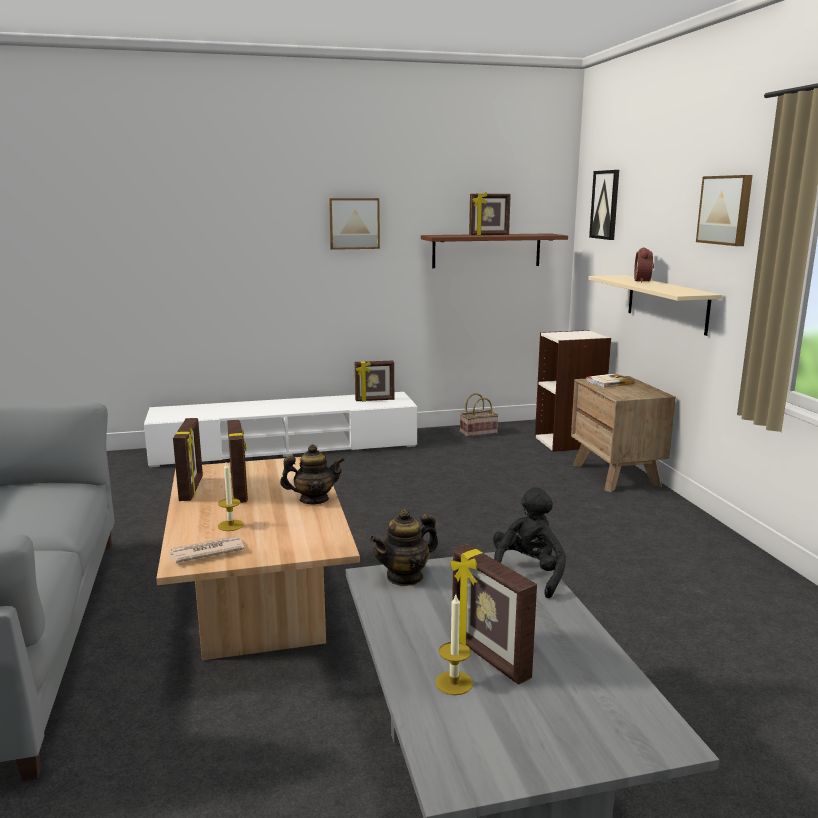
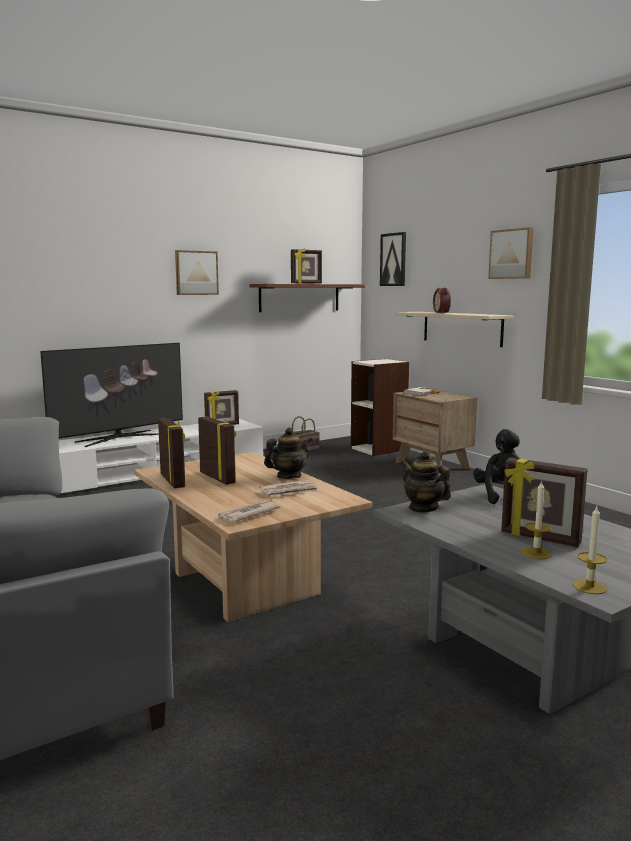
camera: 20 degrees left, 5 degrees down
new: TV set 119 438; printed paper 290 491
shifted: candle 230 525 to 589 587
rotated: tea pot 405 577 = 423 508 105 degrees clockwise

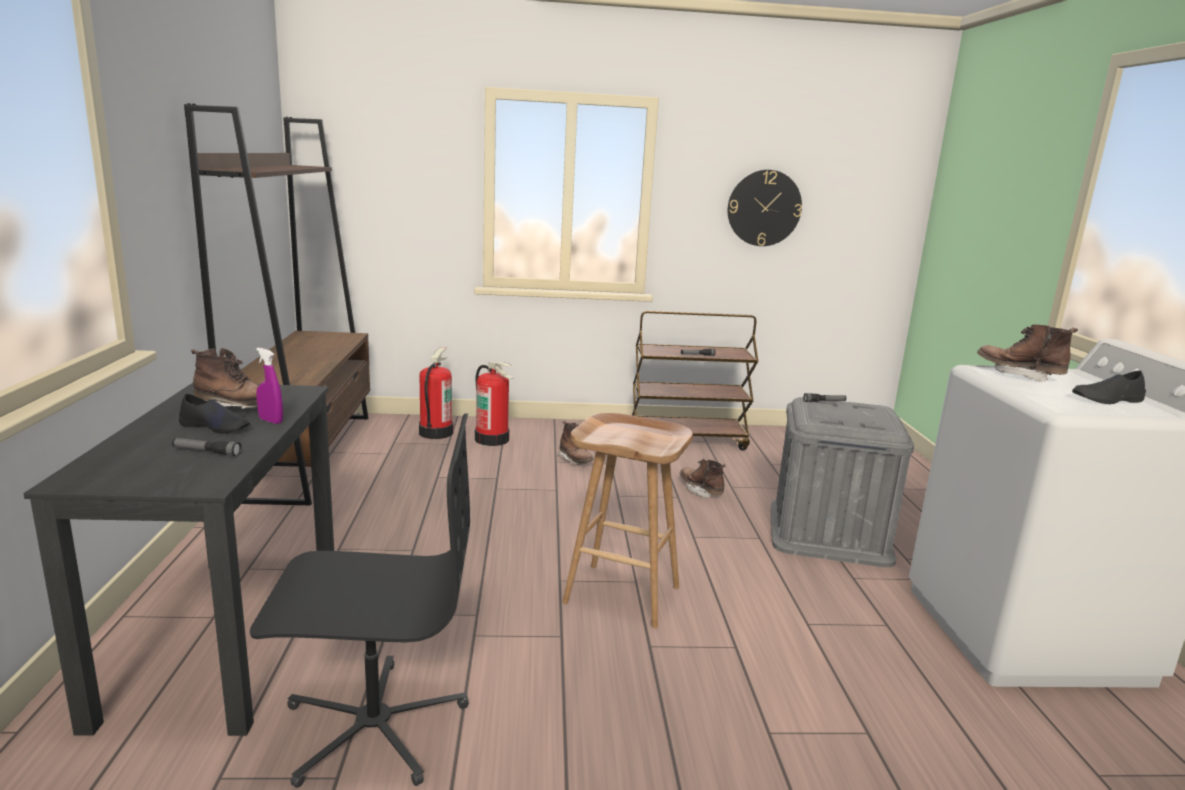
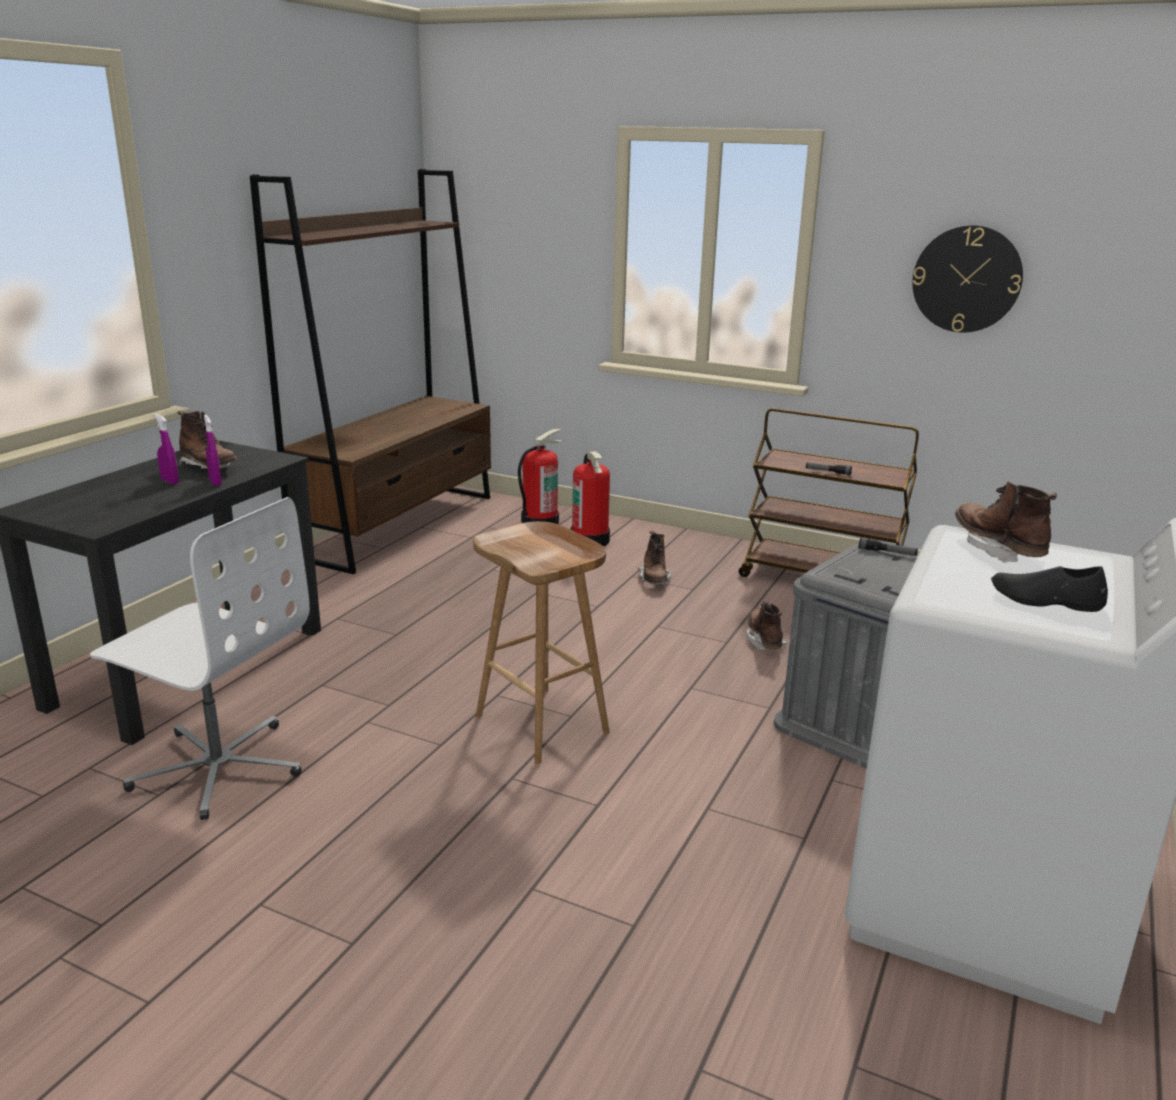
camera: 30 degrees right, 5 degrees up
gone: torch 206 452
swapped: shoe (black-coloured) 215 427 to hand sprayer (purplish) 170 481
repainted: office chair (black-coloured) 373 725 to office chair (white-coloured) 218 767

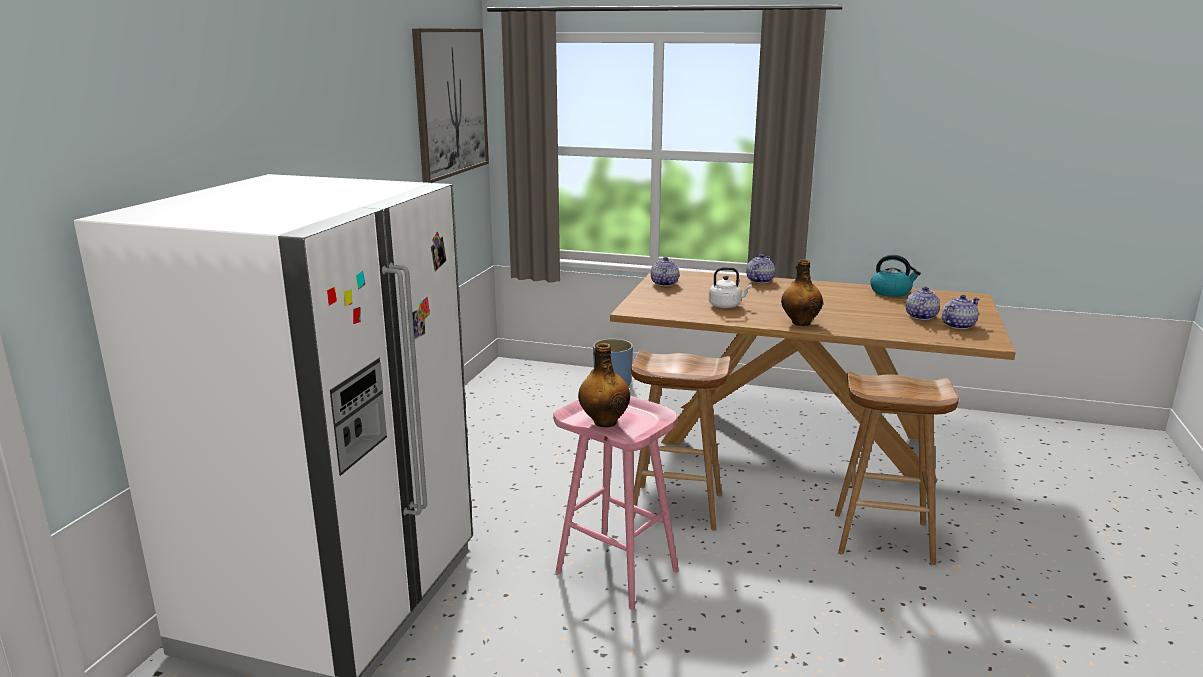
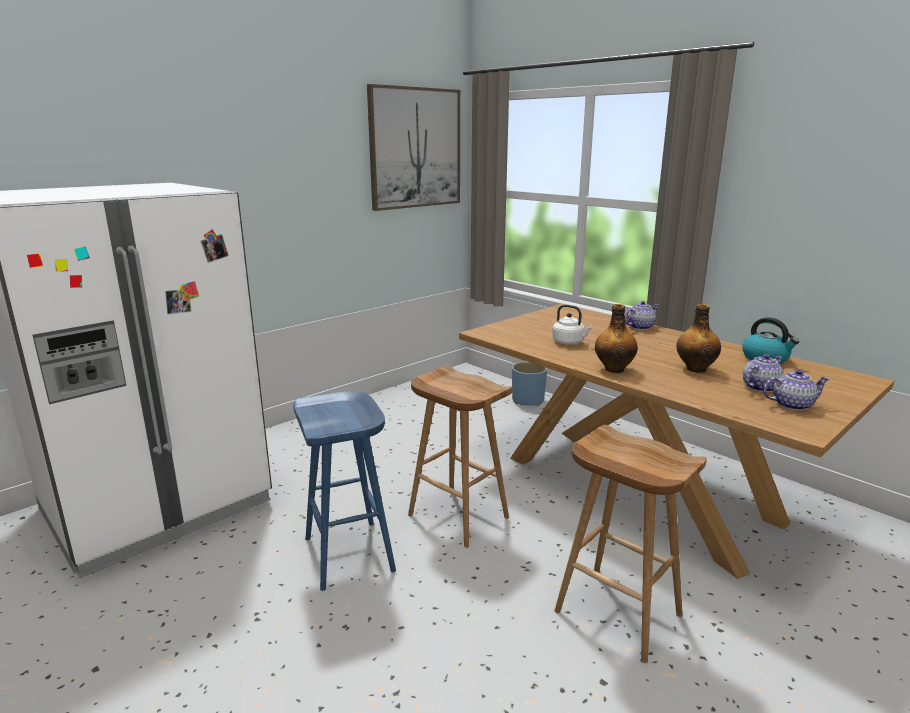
camera: 30 degrees right, 0 degrees up
gone: tea pot 664 283
shifted: bottle 604 422 to 695 369
repainted: stool (pink-coloured) 619 572 to stool (bluish) 350 554

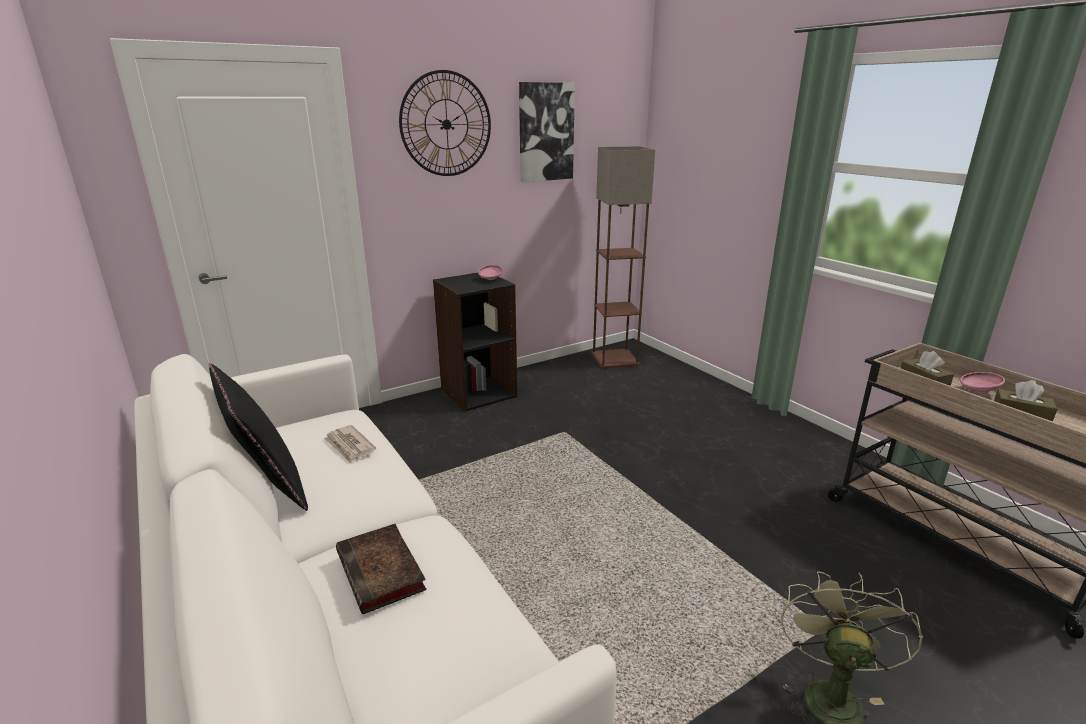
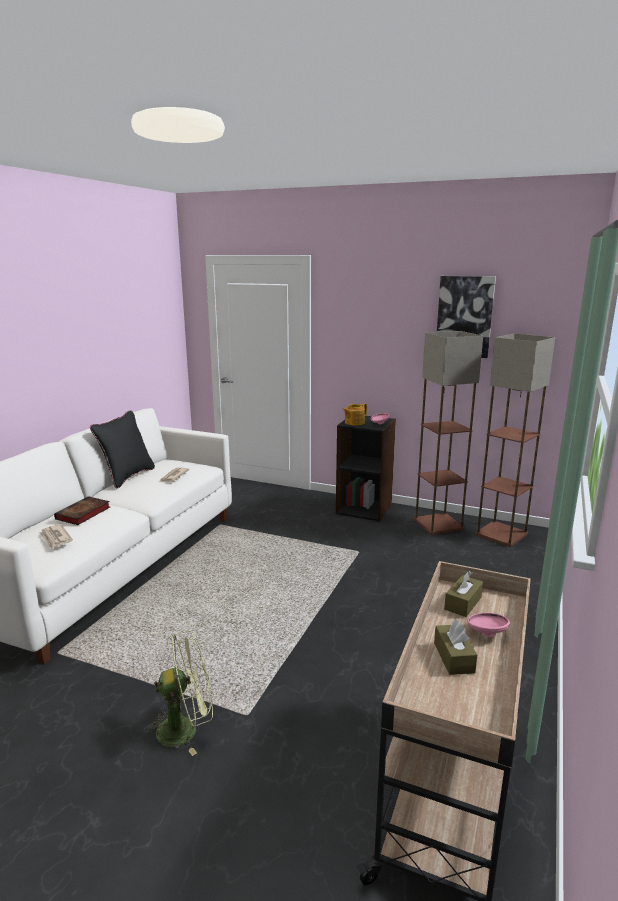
camera: 55 degrees right, 5 degrees down
gone: wall clock 446 124
new: printed paper 55 538; tea pot 354 422; standing lamp 438 525

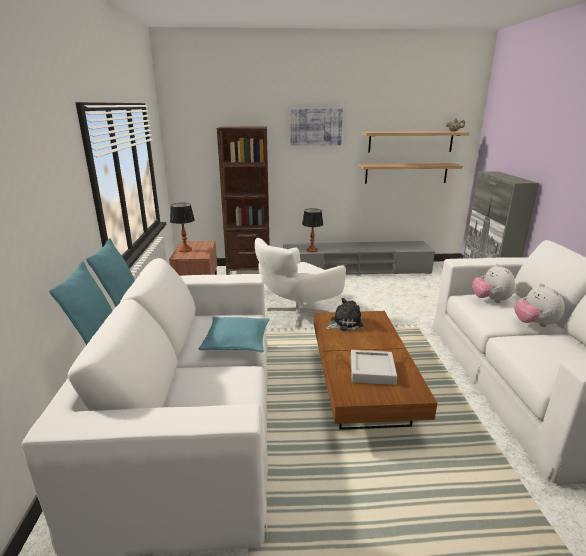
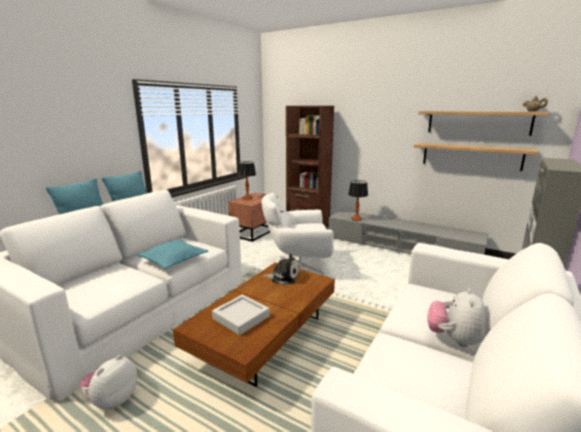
camera: 35 degrees right, 5 degrees down
gone: wall picture 316 127
shifted: plush toy 490 300 to 112 399

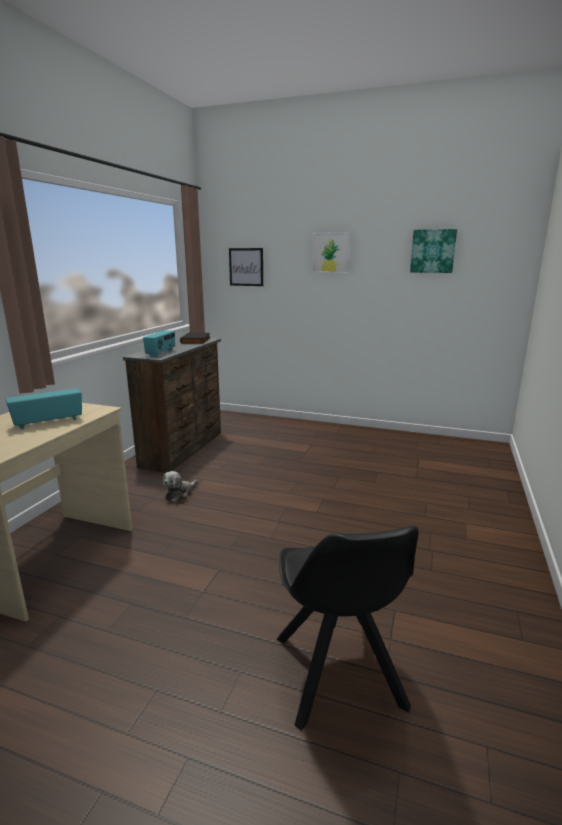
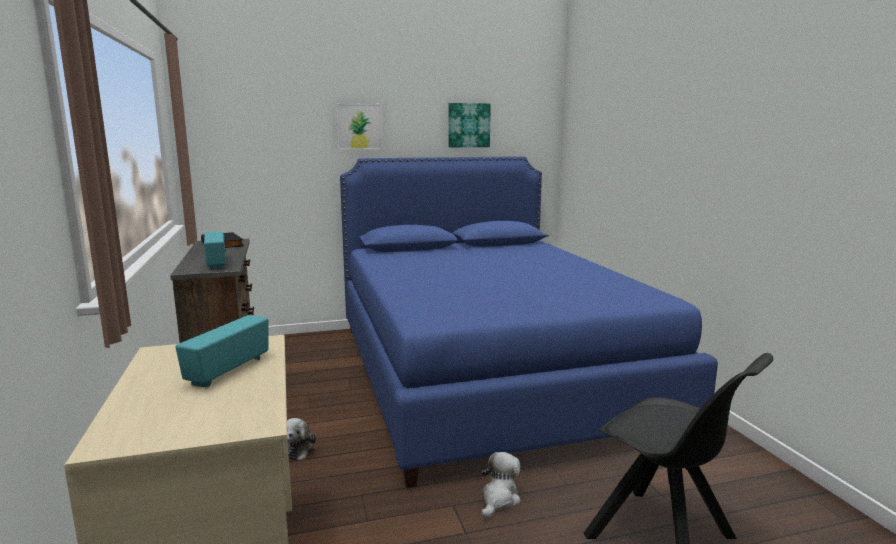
camera: 35 degrees left, 5 degrees down
gone: wall picture 246 267
new: bed (bluish) 488 373; plush toy 498 499

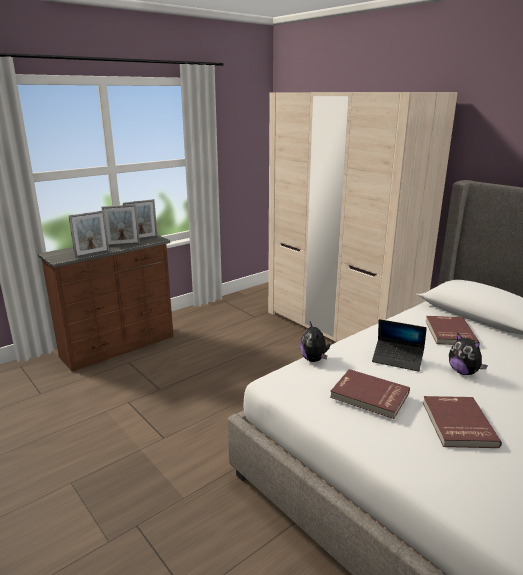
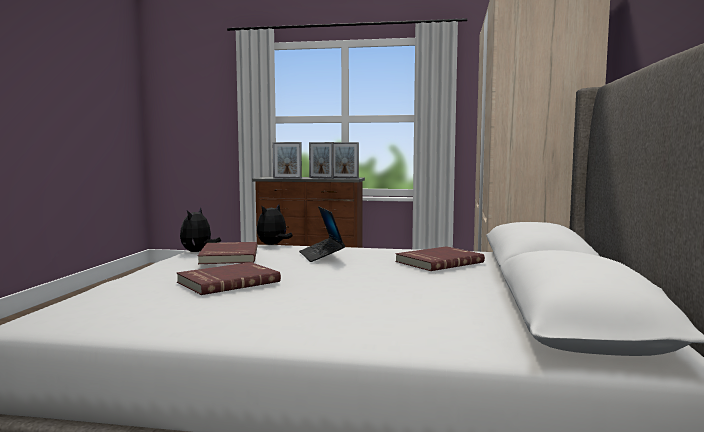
camera: 50 degrees right, 15 degrees down
shifted: plush toy 463 372 to 198 252

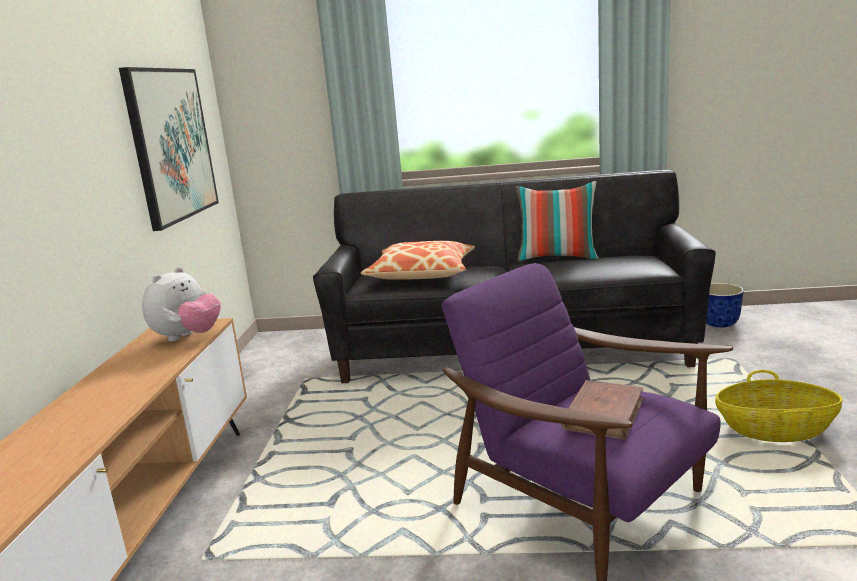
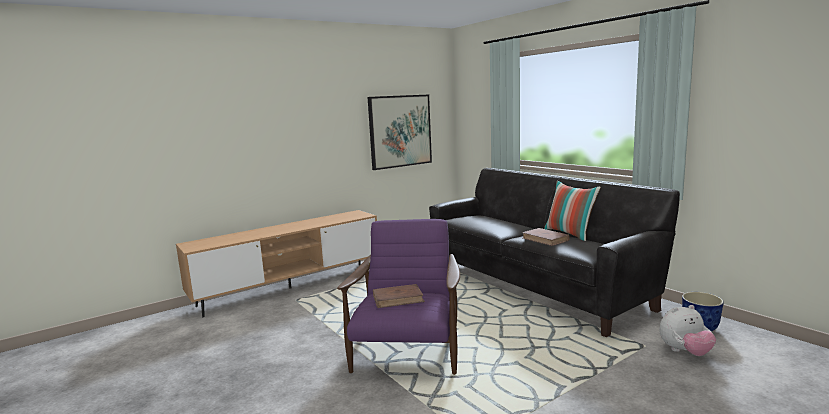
camera: 50 degrees right, 5 degrees down
gone: throw pillow 422 274; basket 775 430
new: volume (brownish) 545 239
shifted: plush toy 187 337 to 685 352

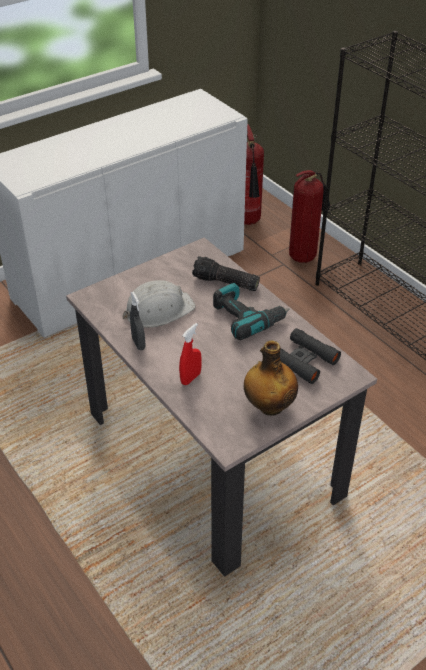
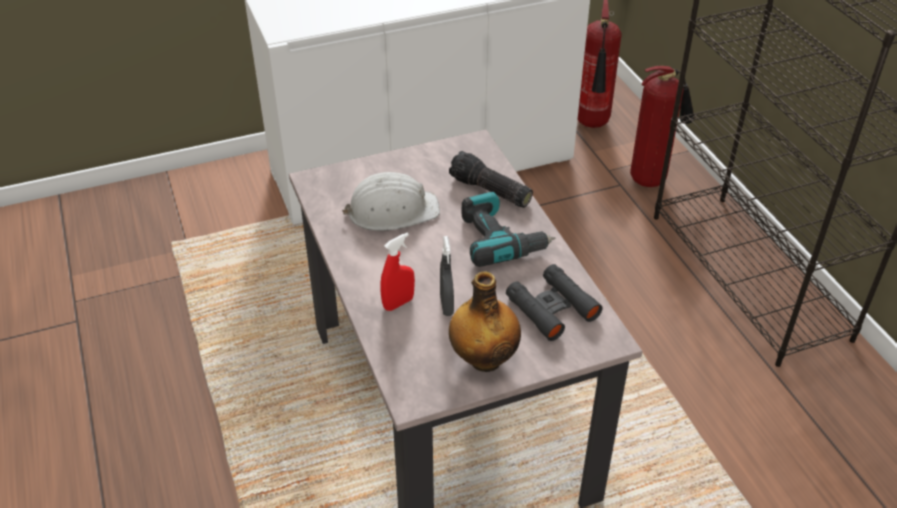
camera: 15 degrees right, 0 degrees up
shifted: hand sprayer (greyish) 138 343 to 446 305

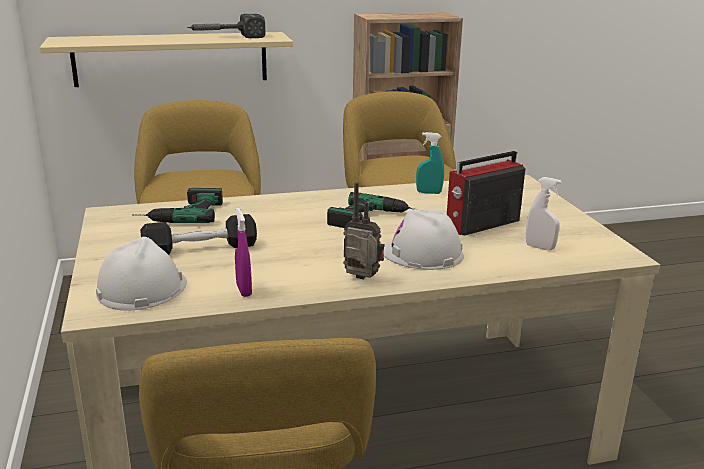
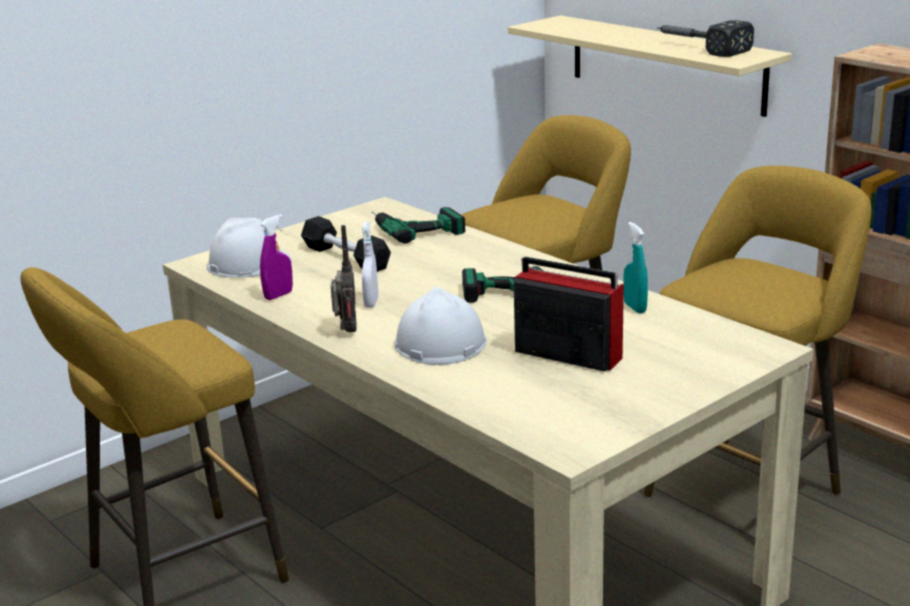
camera: 65 degrees right, 0 degrees up
shifted: hand sprayer (white-coloured) 540 247 to 371 303

